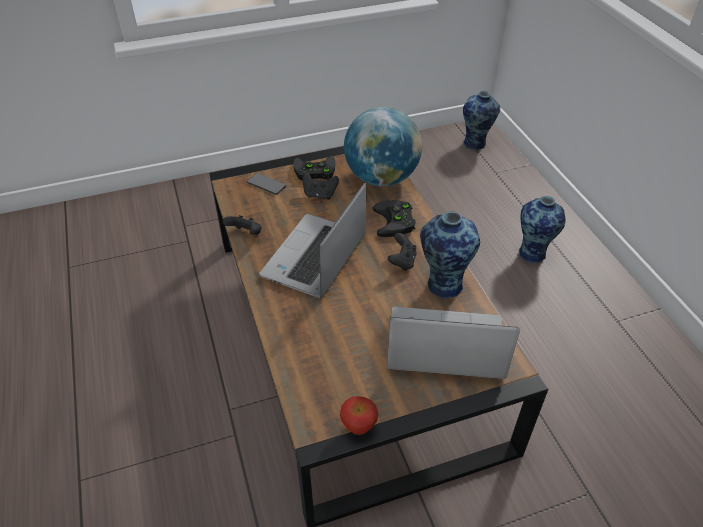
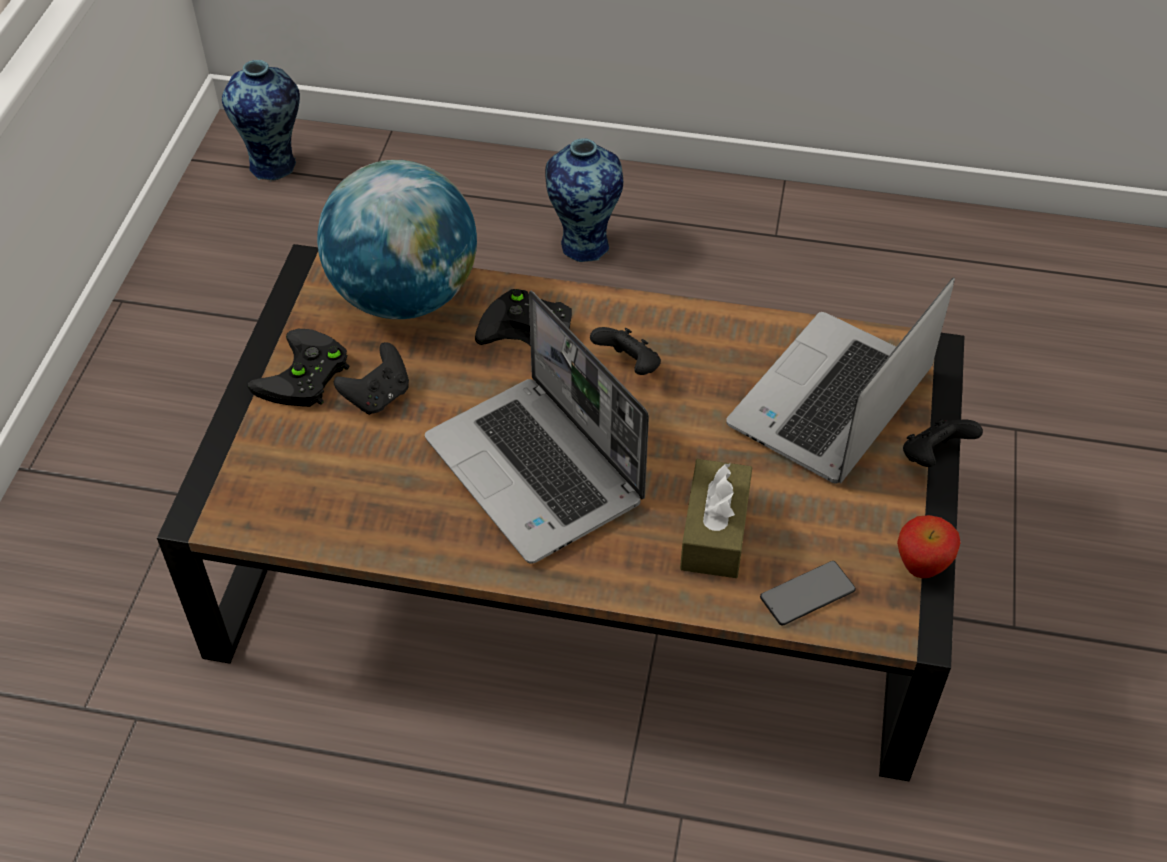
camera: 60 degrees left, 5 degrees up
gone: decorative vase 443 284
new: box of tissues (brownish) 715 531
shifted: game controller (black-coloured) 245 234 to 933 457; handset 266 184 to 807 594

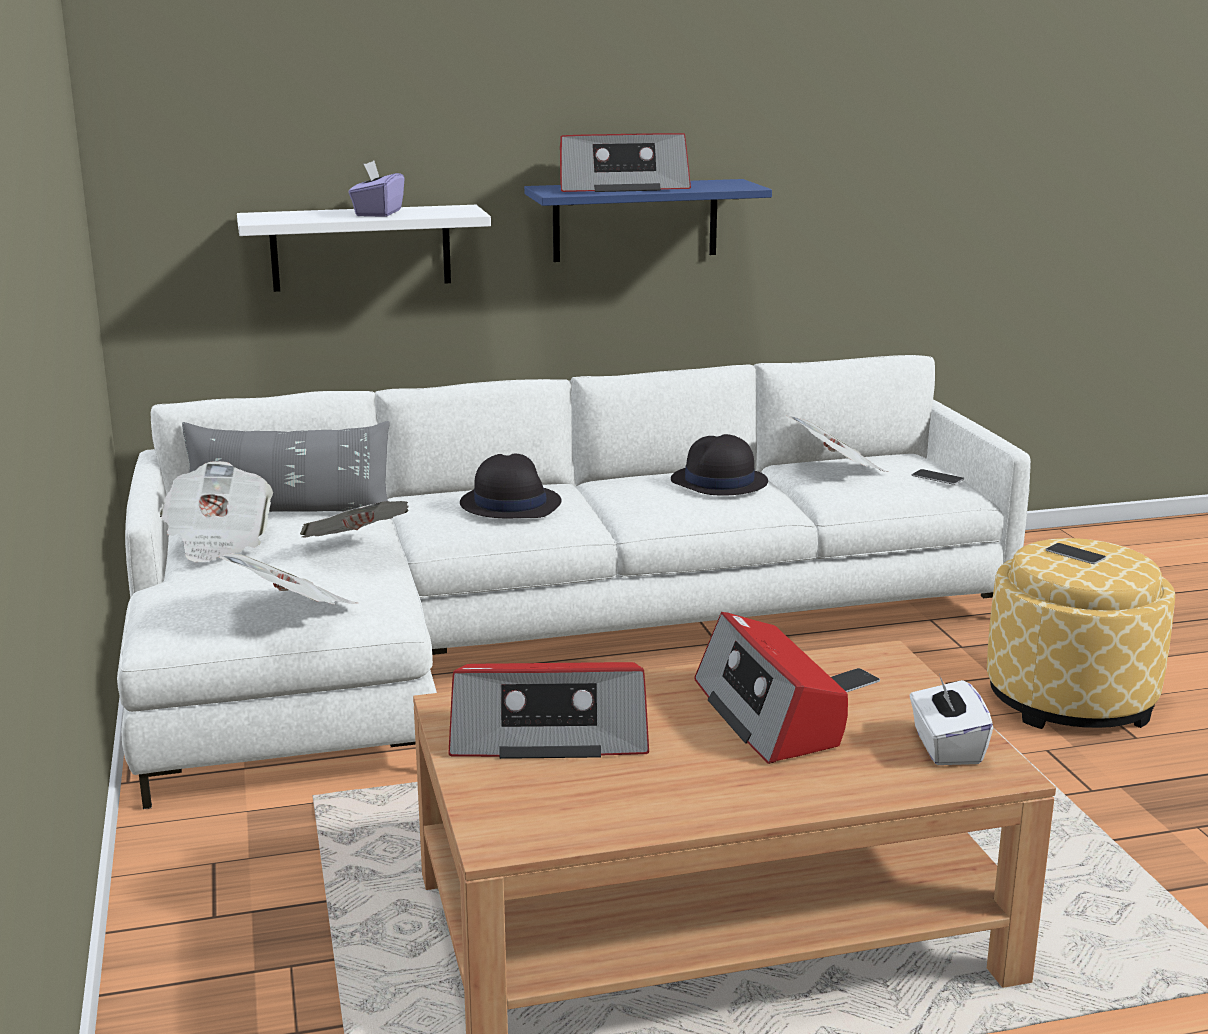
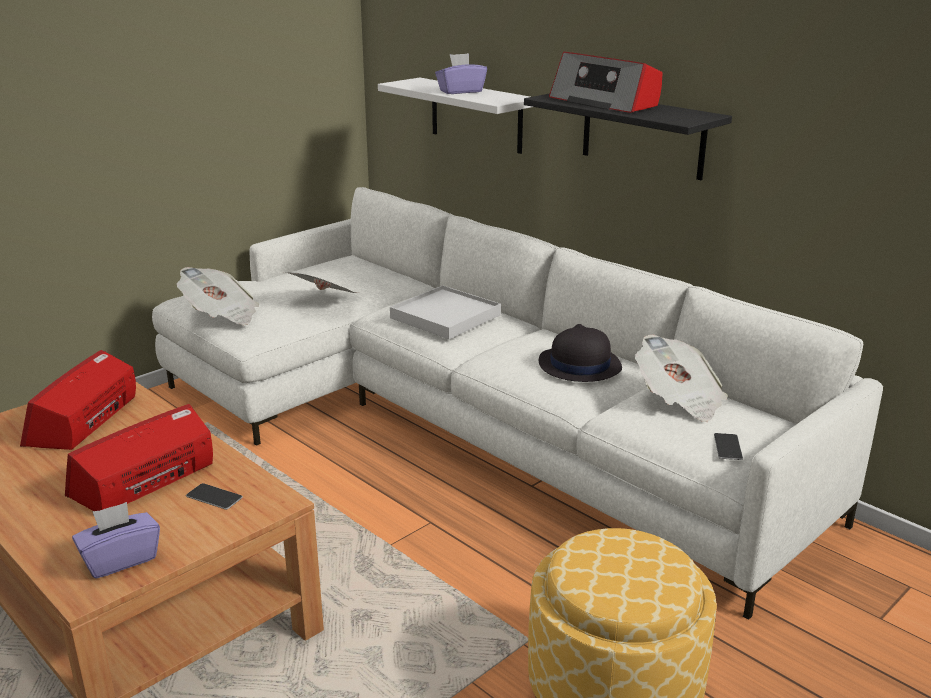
camera: 60 degrees right, 5 degrees up
gone: printed paper 218 541; throw pillow (greyish) 290 513; handset 1075 554
swapped: clothing hat (black-coloured) 509 504 to serving tray (white-coloured) 445 316
repainted: wall shelf (bluish) 635 220 to wall shelf (black-coloured) 642 134; box of tissues (white-coloured) 946 747 to box of tissues (purplish) 120 559
rotated: radio 550 735 = 84 420 45 degrees clockwise

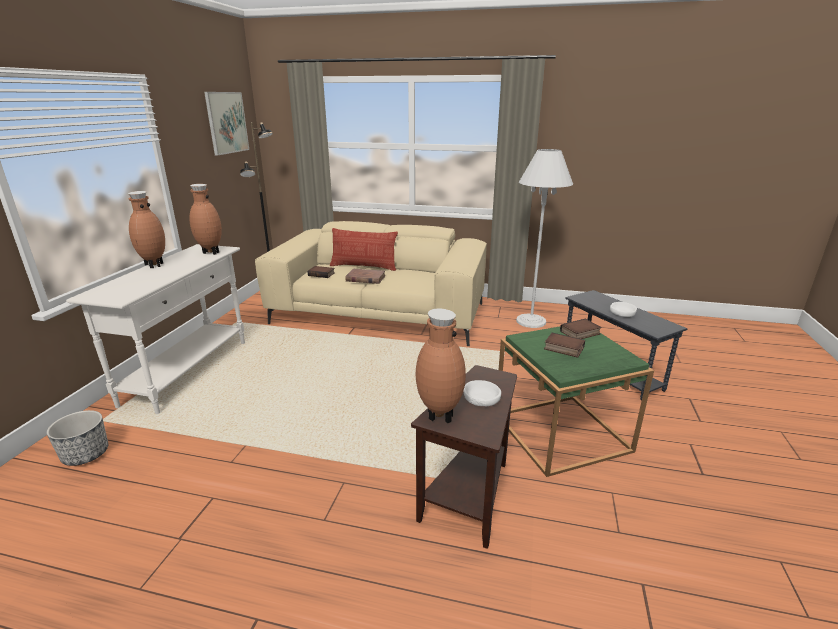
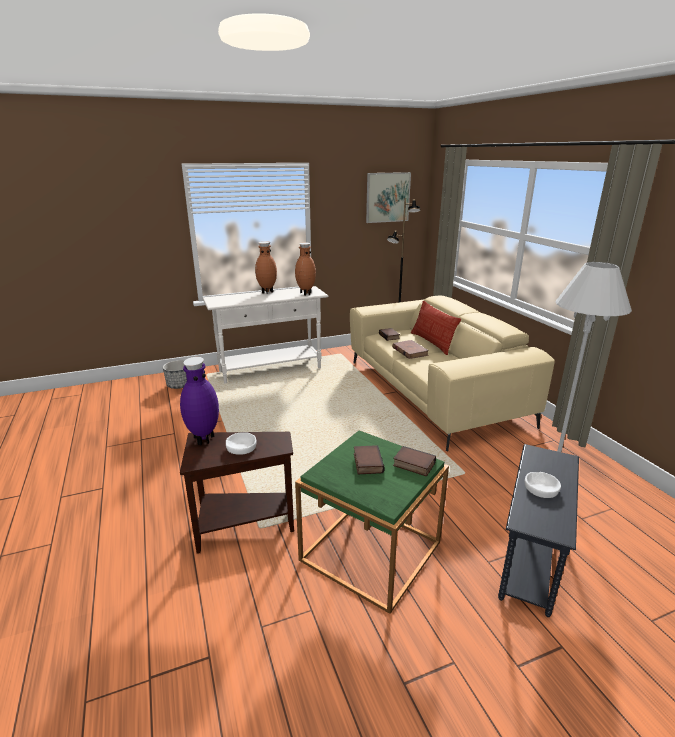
camera: 55 degrees right, 0 degrees up
repainted: decorative vase (brownish) 438 416 to decorative vase (purplish) 203 439

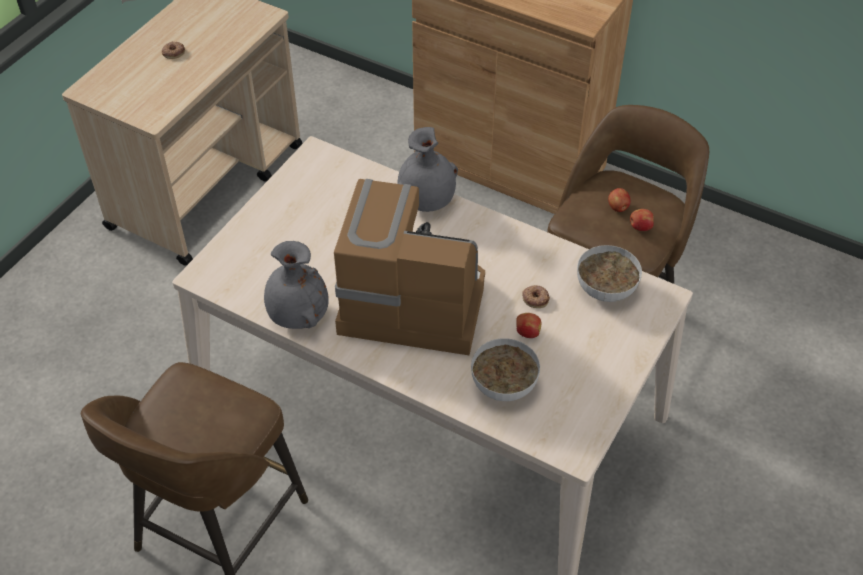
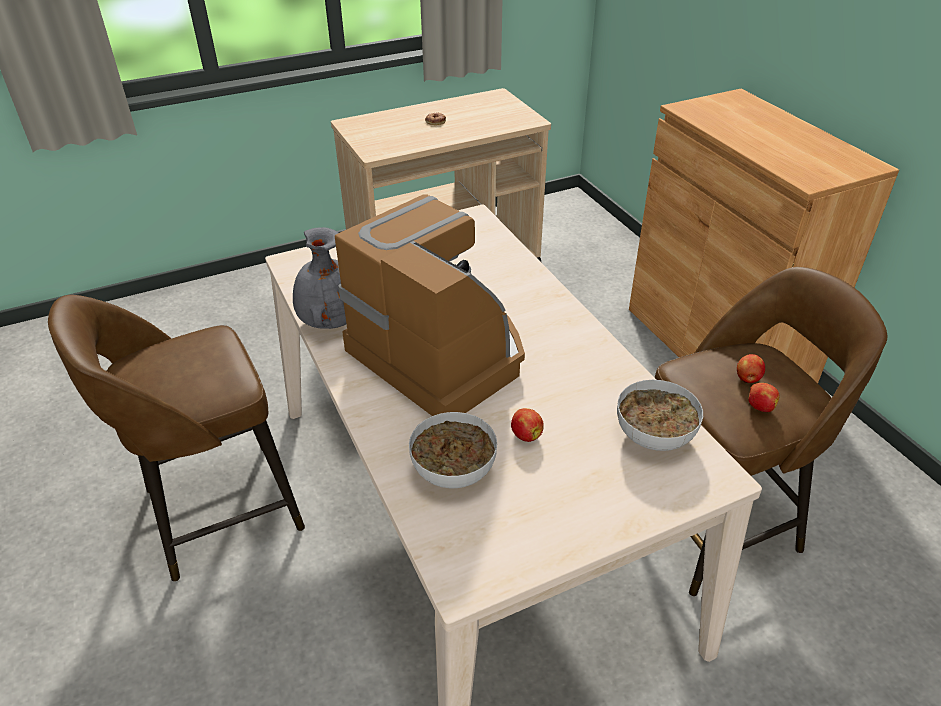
camera: 35 degrees right, 10 degrees down
gone: decorative vase (greyish) 427 201; doughnut 535 298

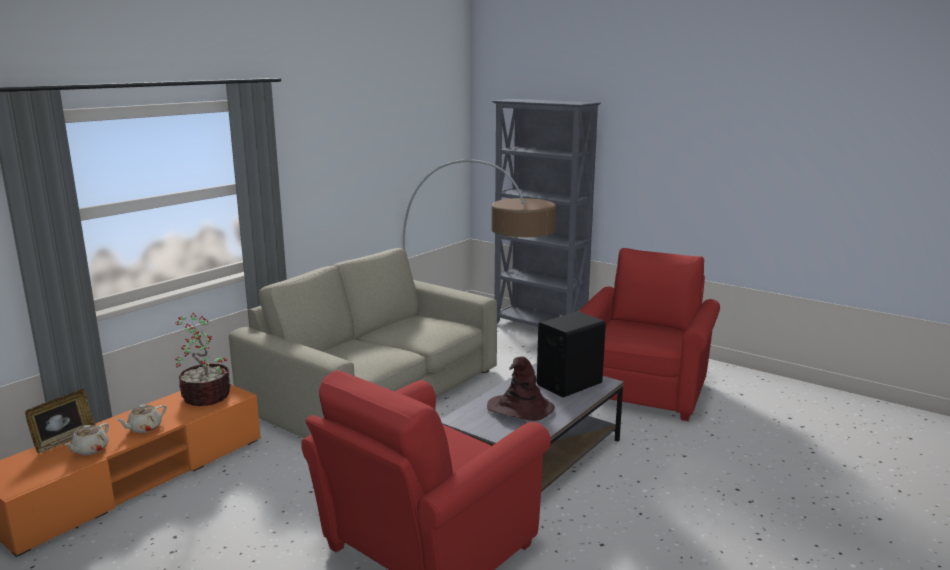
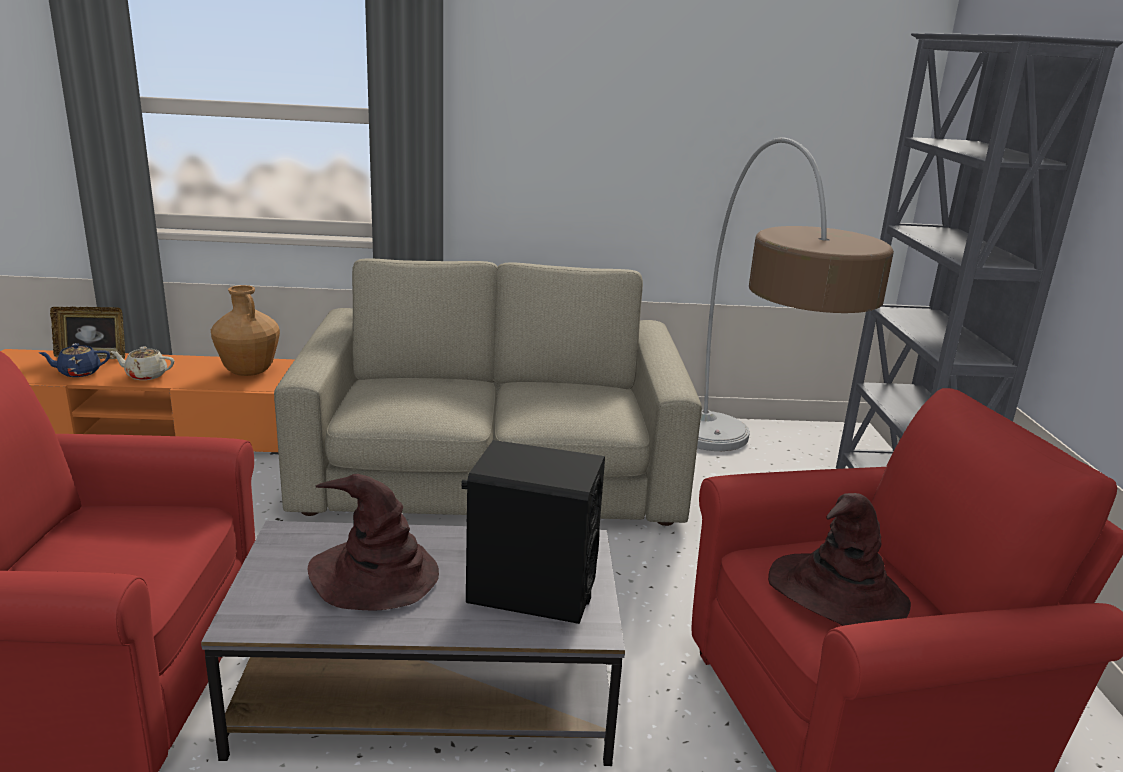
camera: 50 degrees right, 5 degrees up
new: clothing hat (brownish) 835 594
swapped: potted plant 205 396 to decorative vase (brownish) 249 372
repainted: tea pot (sand-coloured) 90 450 to tea pot (bluish) 78 372

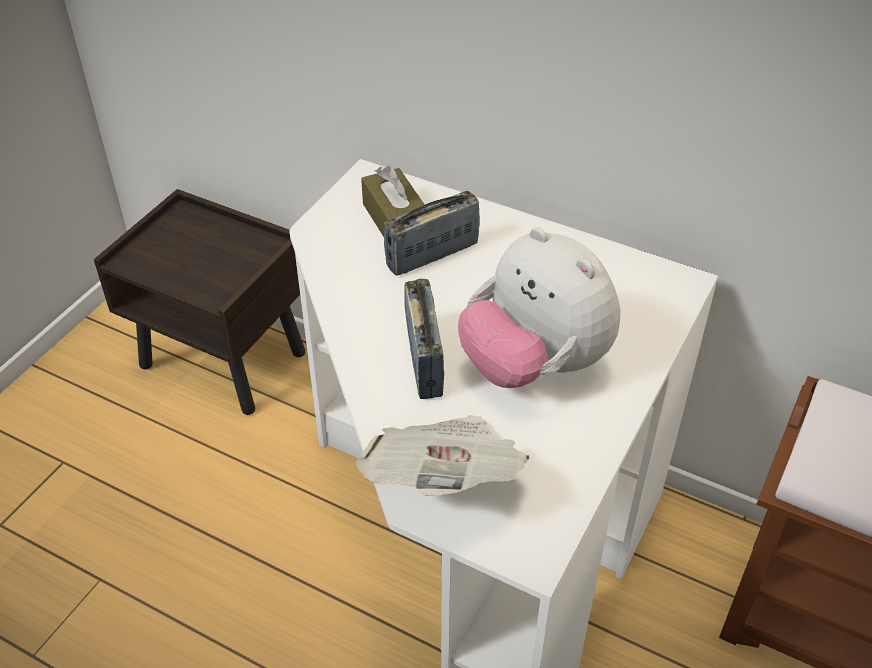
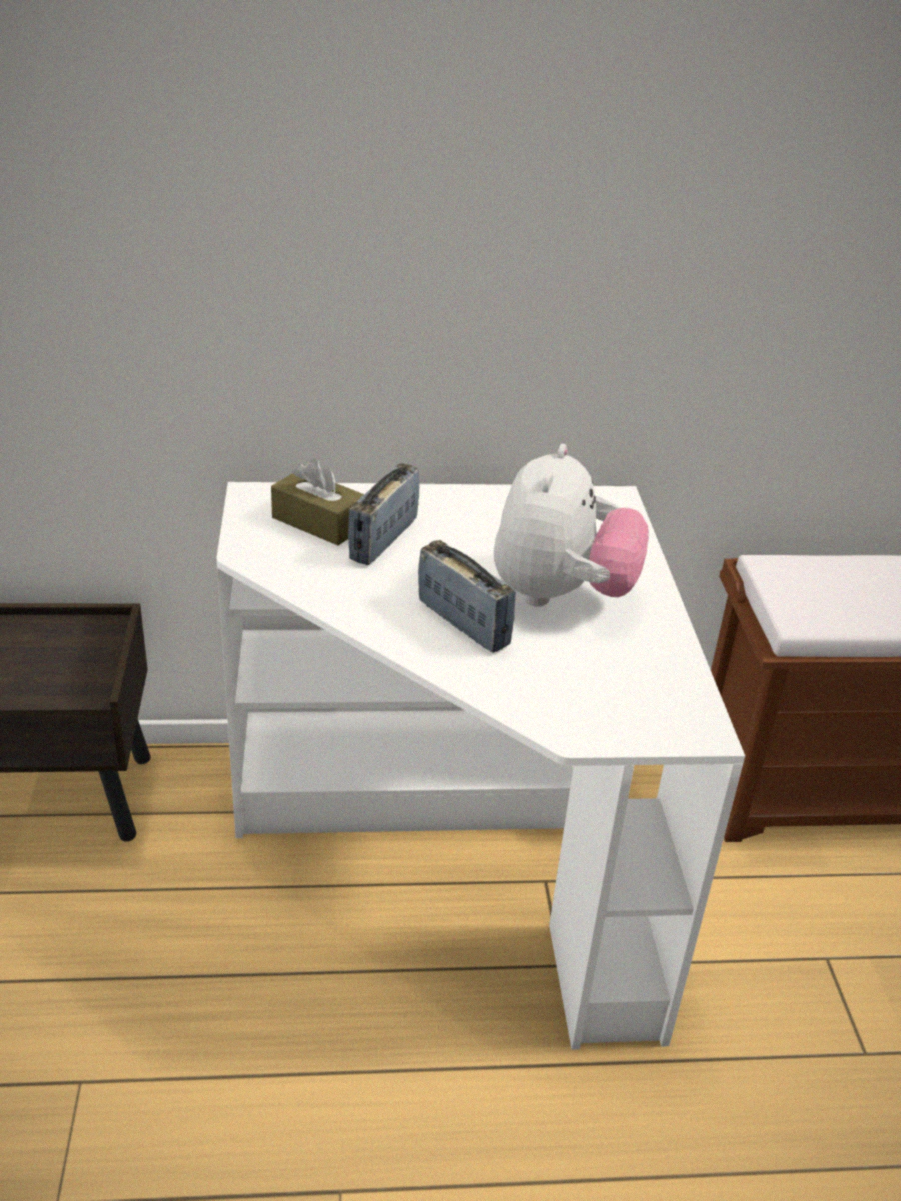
camera: 35 degrees left, 10 degrees down
gone: printed paper 444 480
rotated: plush toy 534 365 = 560 595 90 degrees counterclockwise

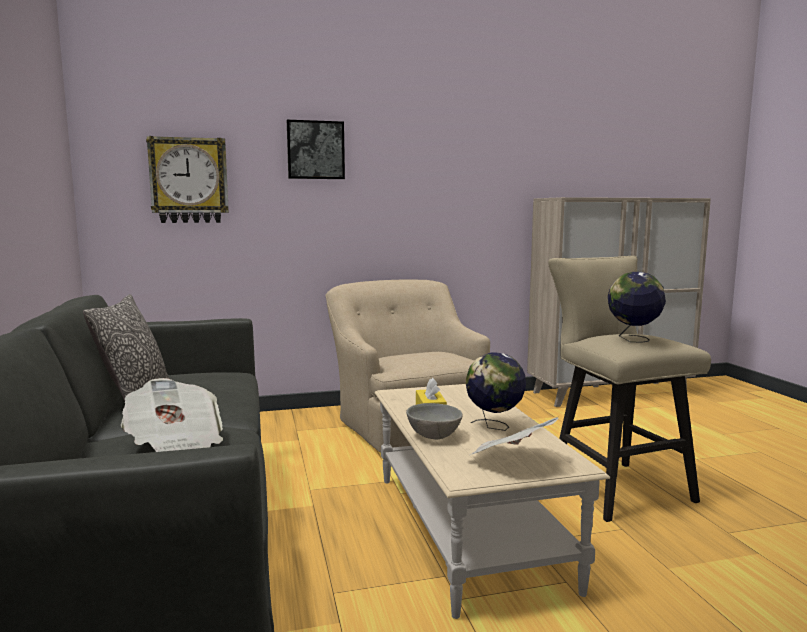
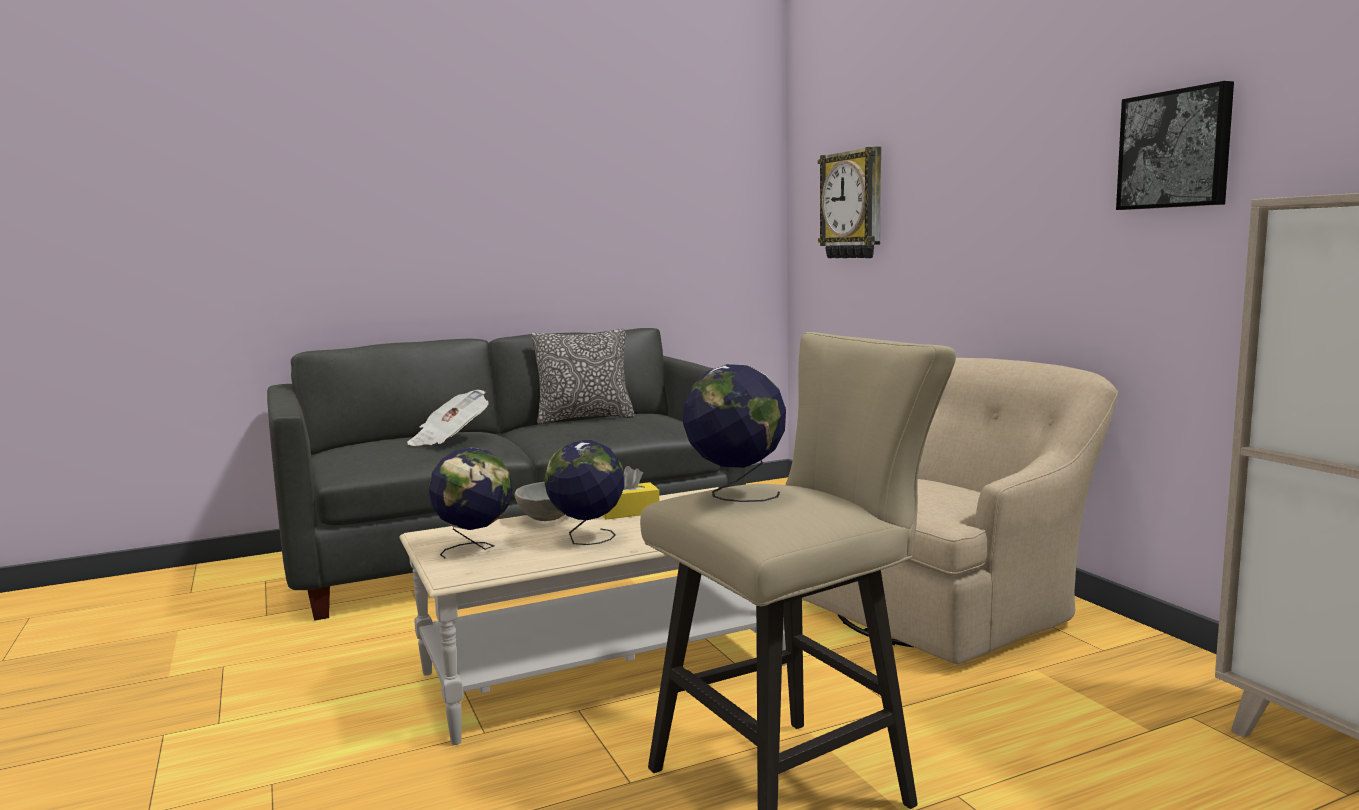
camera: 80 degrees right, 0 degrees up
shifted: wall picture 315 150 to 1176 149
swapped: printed paper 510 460 to globe 475 549

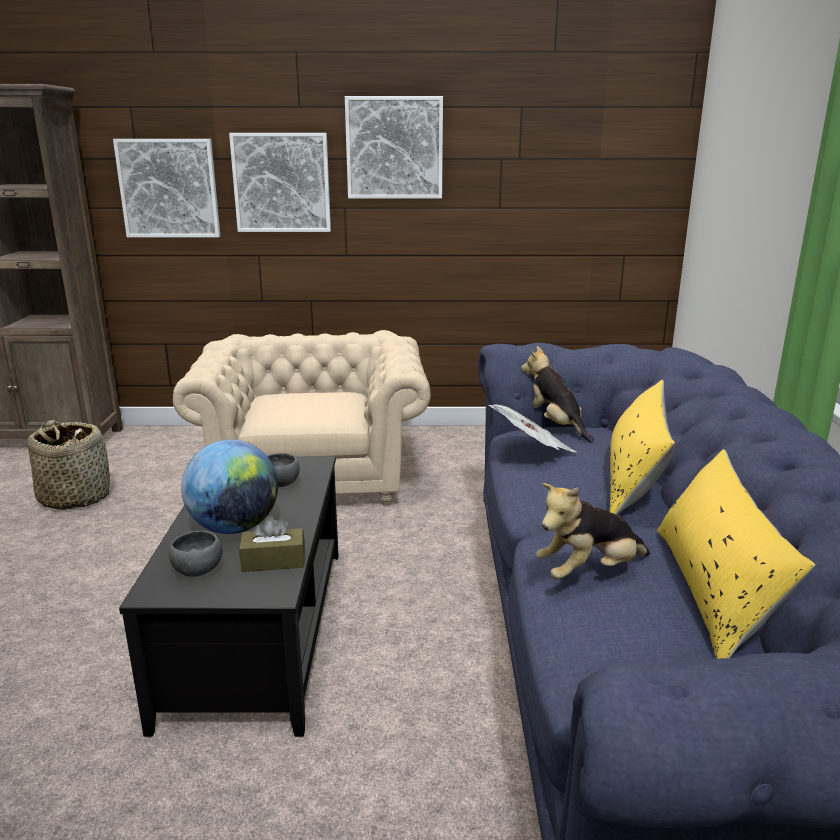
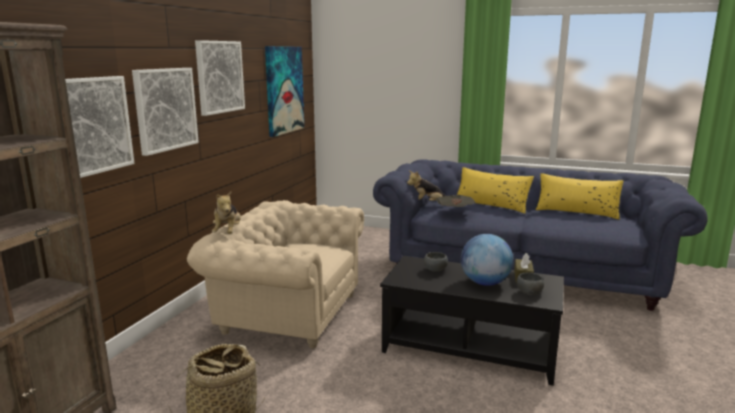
camera: 70 degrees left, 5 degrees down
new: wall picture 284 90
shifted: plush toy 589 572 to 228 232

